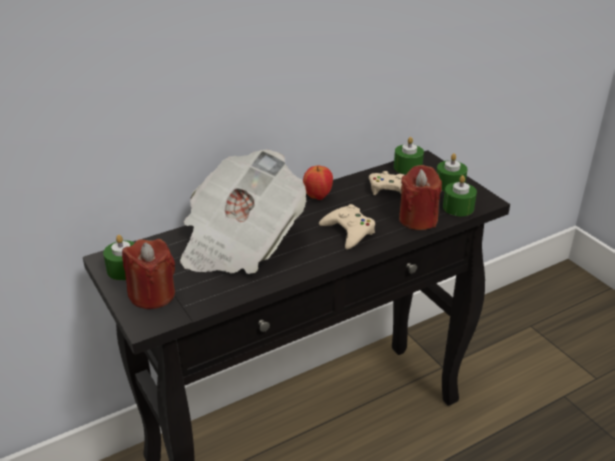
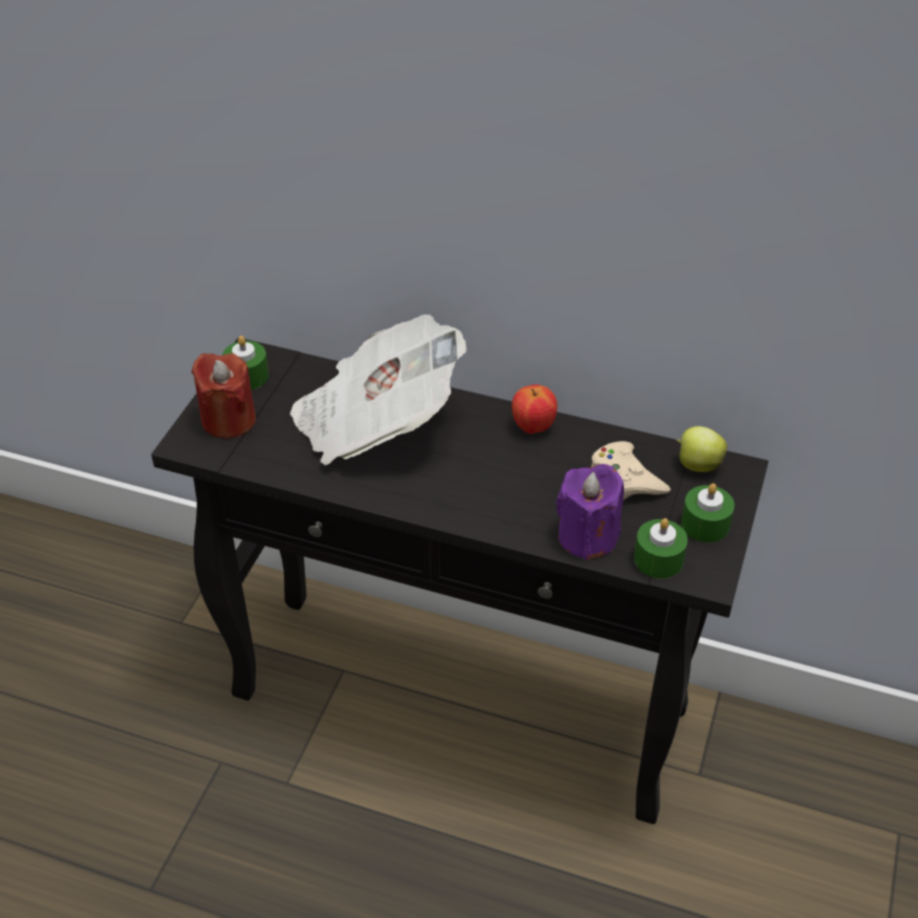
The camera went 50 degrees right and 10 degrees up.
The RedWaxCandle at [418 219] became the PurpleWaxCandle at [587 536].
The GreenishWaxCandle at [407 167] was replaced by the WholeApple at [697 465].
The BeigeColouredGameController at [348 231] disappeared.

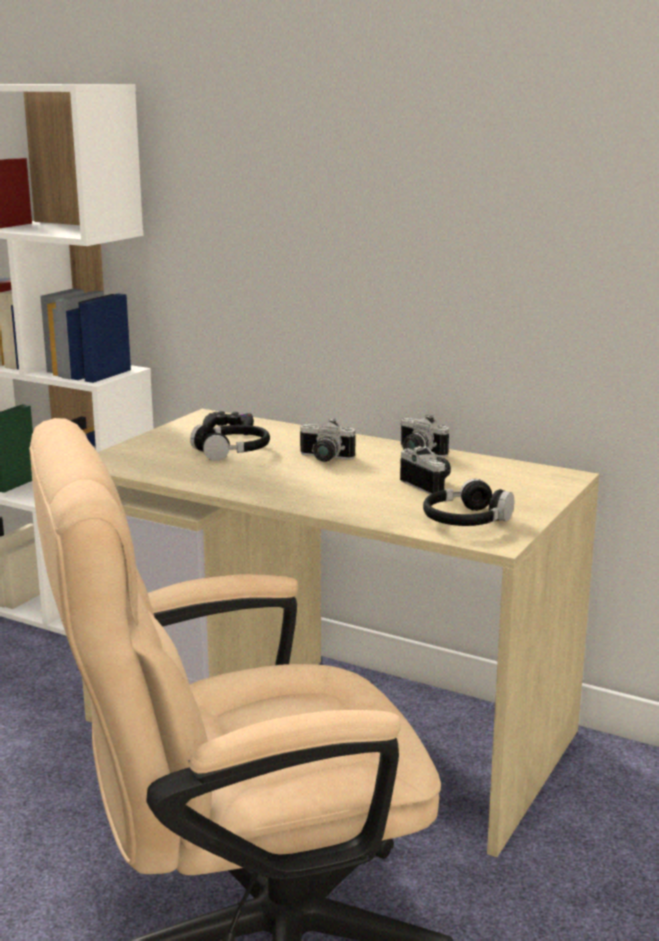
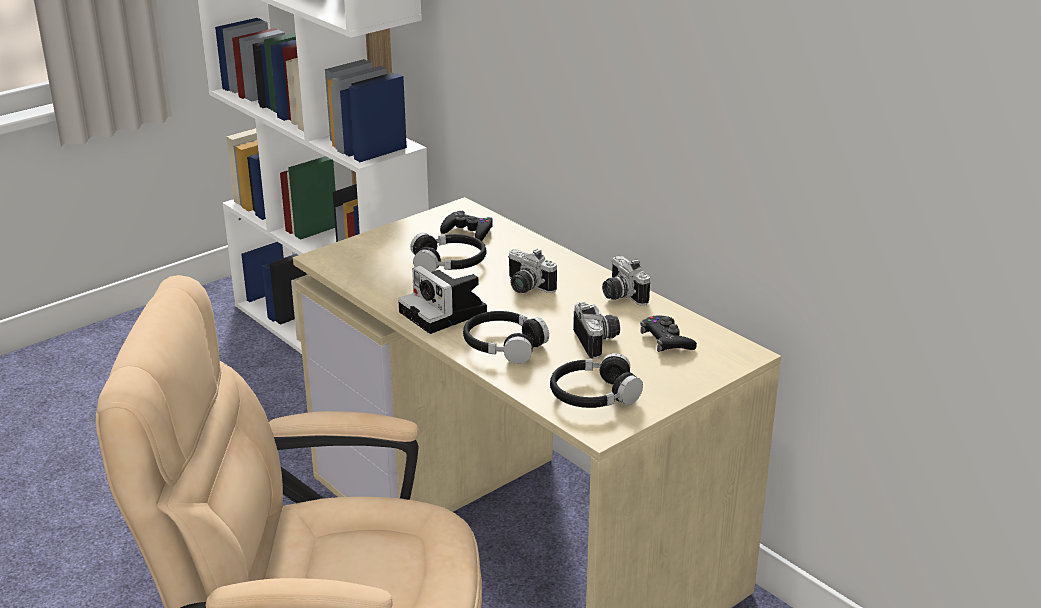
The camera went 20 degrees right and 10 degrees up.
The PhotoCamera at [446 313] appeared.
The BlackHeadphones at [503 345] appeared.
The BlackGameController at [666 340] appeared.

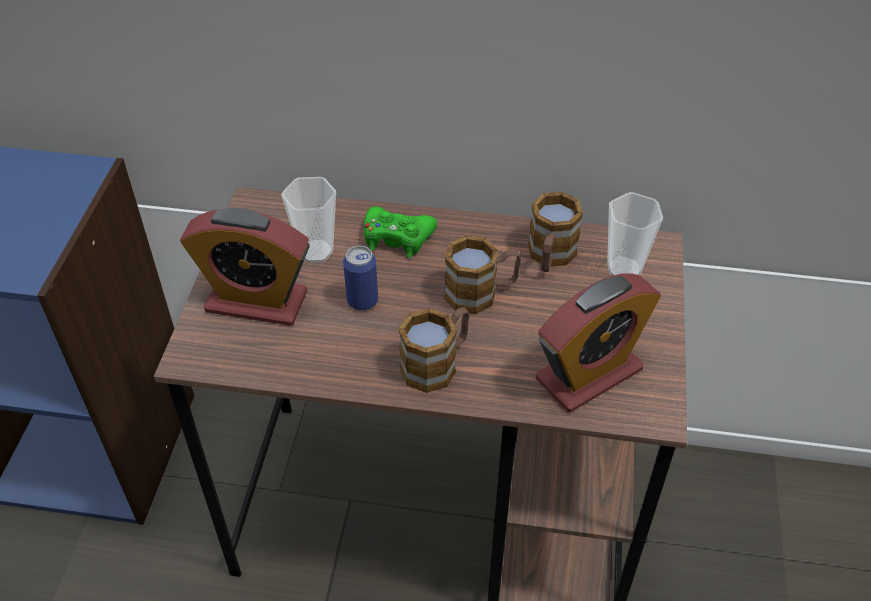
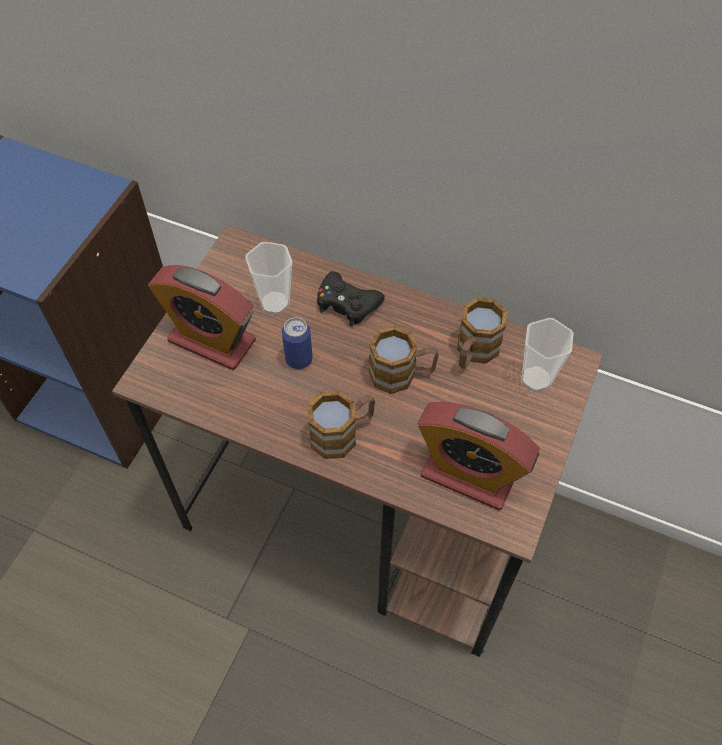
The camera went 15 degrees right and 10 degrees up.
The GreenishGameController at [397 237] became the BlackGameController at [347 304].
The TableClock at [589 374] turned 45 degrees clockwise.

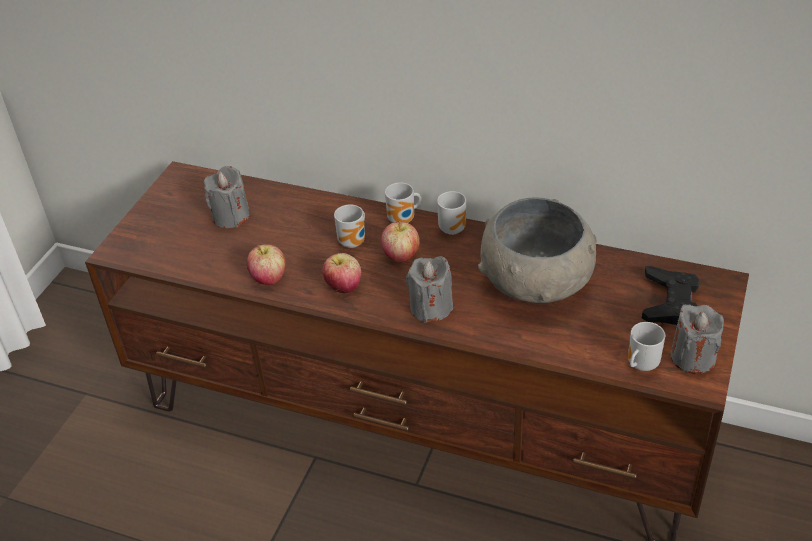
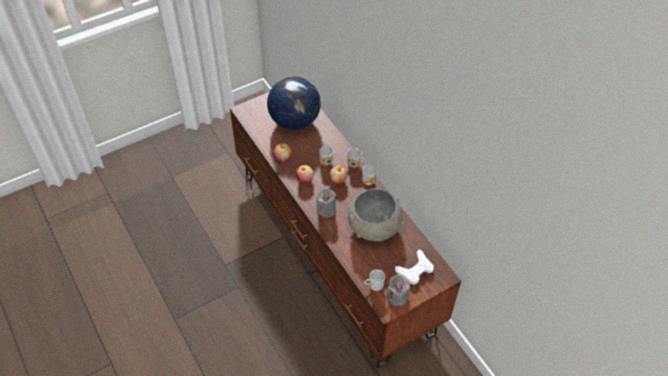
The camera went 35 degrees right and 10 degrees up.
The GreyWaxCandle at [230 216] was replaced by the Globe at [294 121].
The BlackGameController at [670 302] became the WhiteColouredGameController at [415 270].

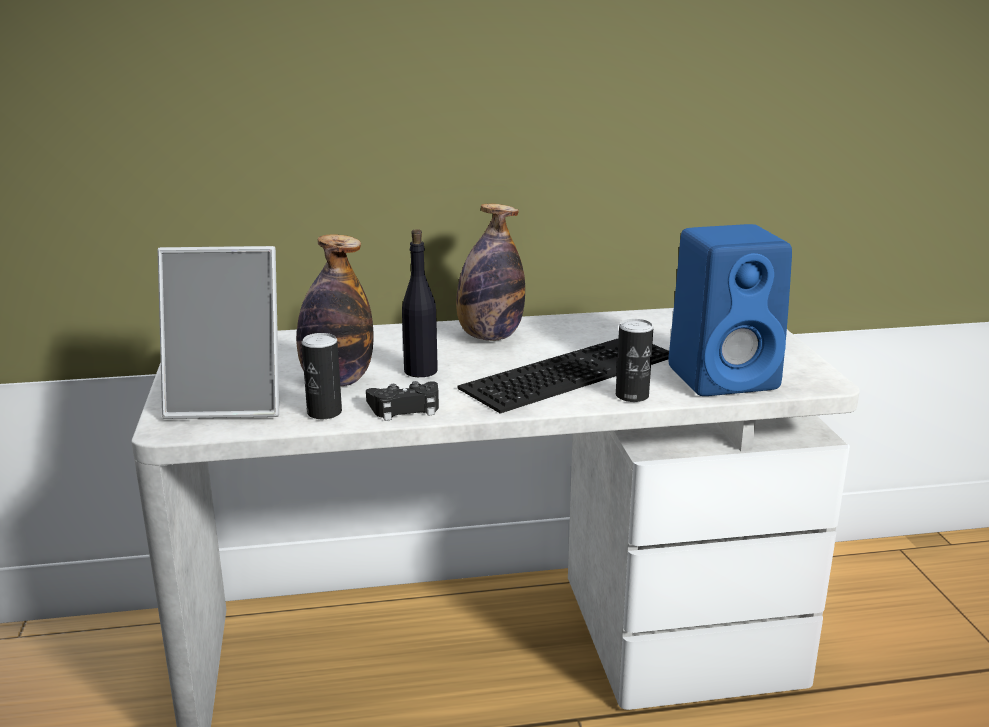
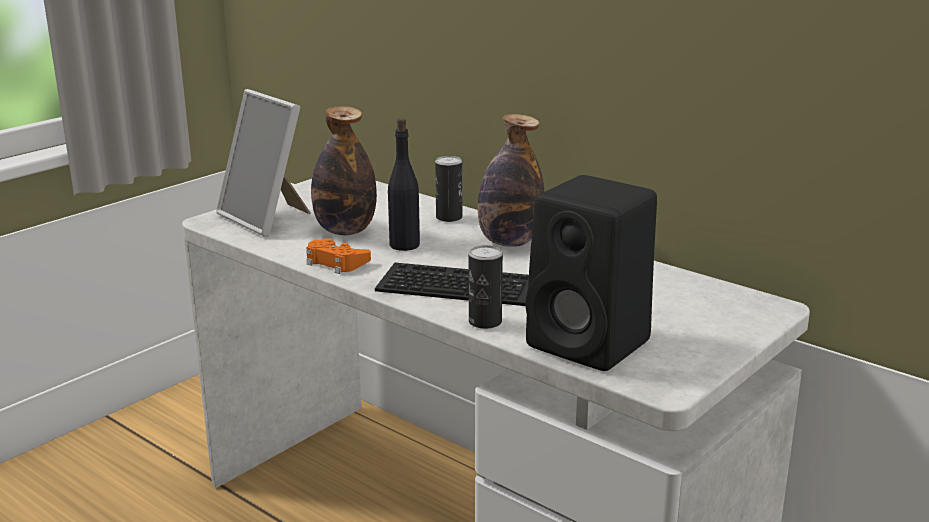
The camera went 50 degrees right and 0 degrees up.
The BlackGameController at [405 408] became the OrangeGameController at [336 262].
The SealedCan moved from [324 412] to [449 217].
The BlueColouredLoudspeaker at [725 377] became the BlackLoudspeaker at [592 344].

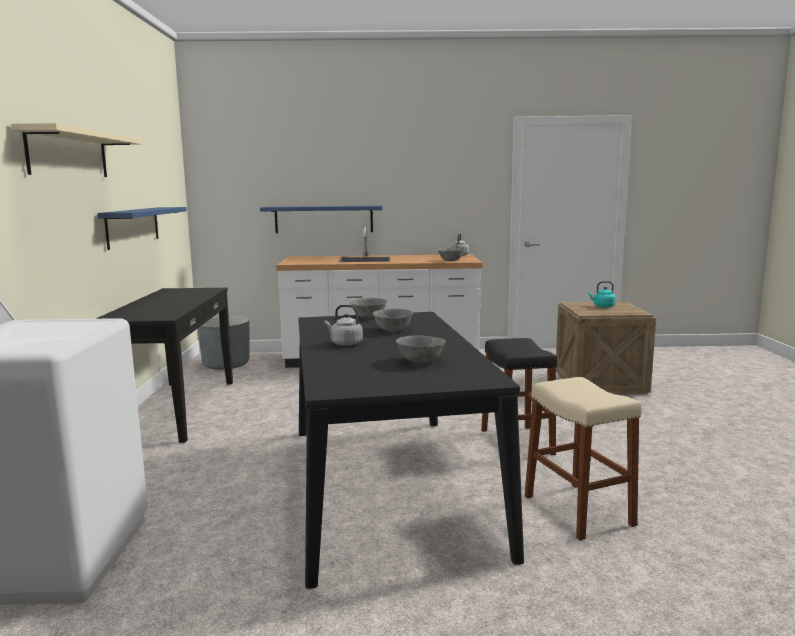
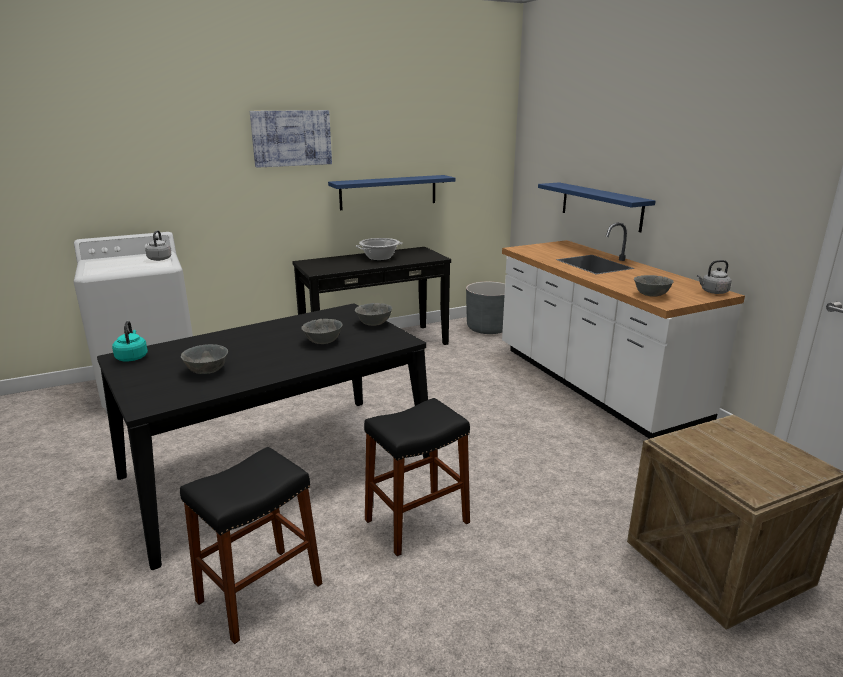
The camera went 65 degrees right and 10 degrees up.
The BlueGreenWaterKettle moved from [602 306] to [132 357].
The GreyWaterKettle moved from [345 343] to [160 259].
The BeigeColouredStoolSeat at [578 510] became the BlackStoolSeat at [260 592].
The BeigeColouredWallShelf at [69 154] was replaced by the WallArt at [291 138].
The Stockpot at [379 258] appeared.

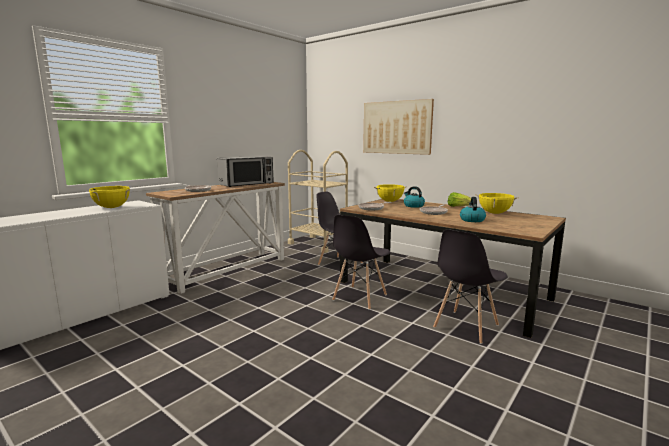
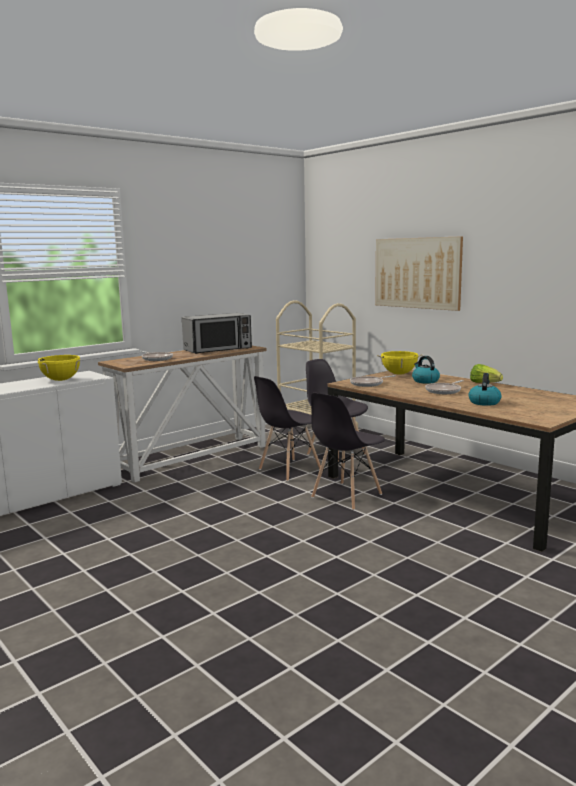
The camera went 10 degrees right and 0 degrees up.
The GreyChair moved from [465 327] to [289 470].
The YellowColouredStockpot at [494 213] disappeared.

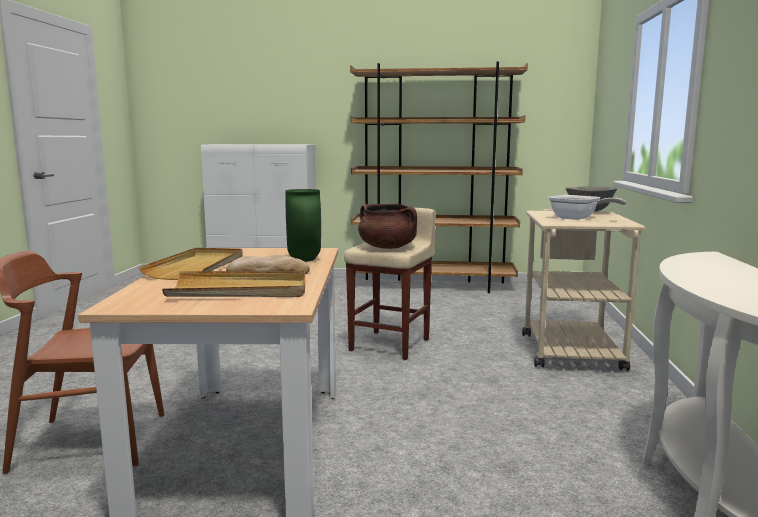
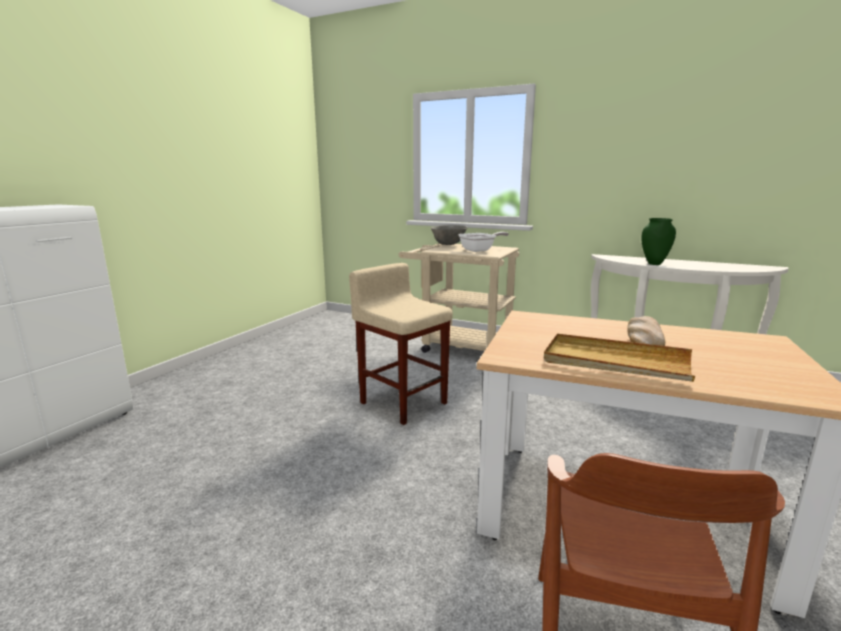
The camera went 70 degrees left and 5 degrees up.
The GreenishVase moved from [305 260] to [654 264].
The BeigeColouredServingTray at [239 290] disappeared.
The BrownColouredBookshelf at [434 286] disappeared.
The BrownColouredStockpot at [388 247] disappeared.

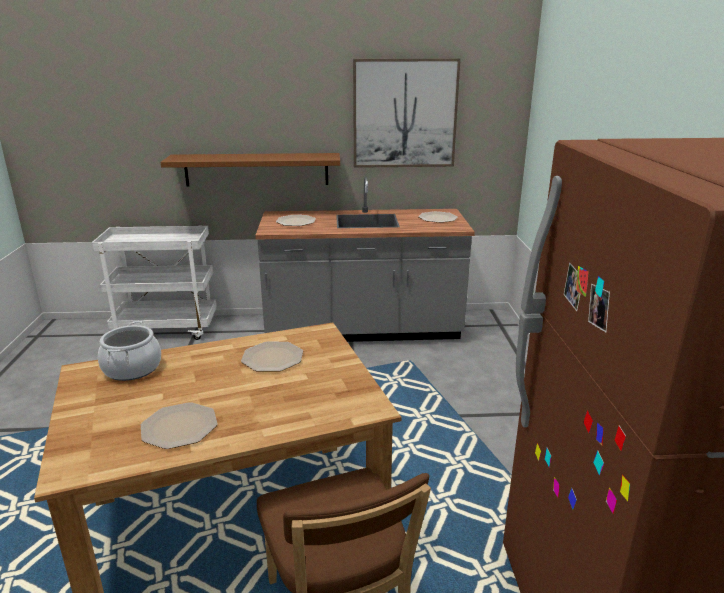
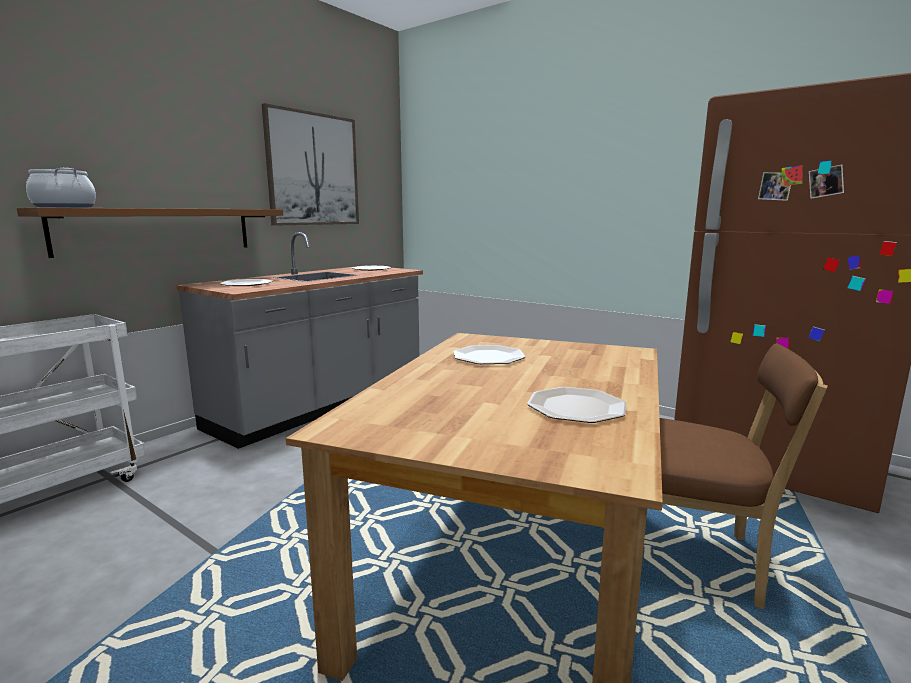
The camera went 50 degrees left and 10 degrees down.
The Stockpot moved from [132 368] to [65 207].

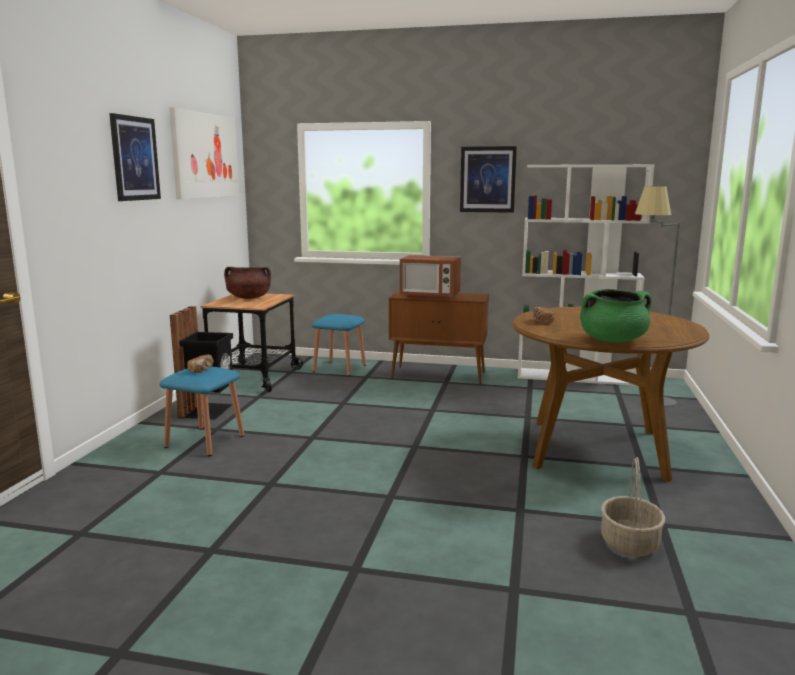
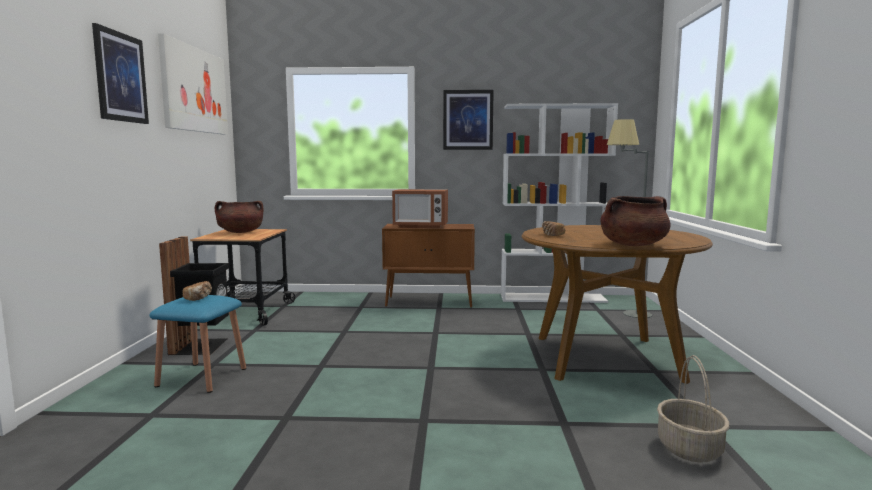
The camera went 10 degrees left and 5 degrees down.
The GreenishStockpot at [612 340] became the BrownColouredStockpot at [633 245].
The BlueColouredStoolSeat at [339 368] disappeared.

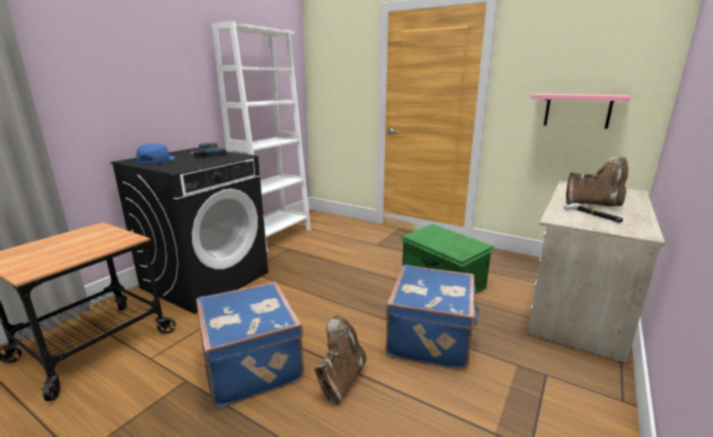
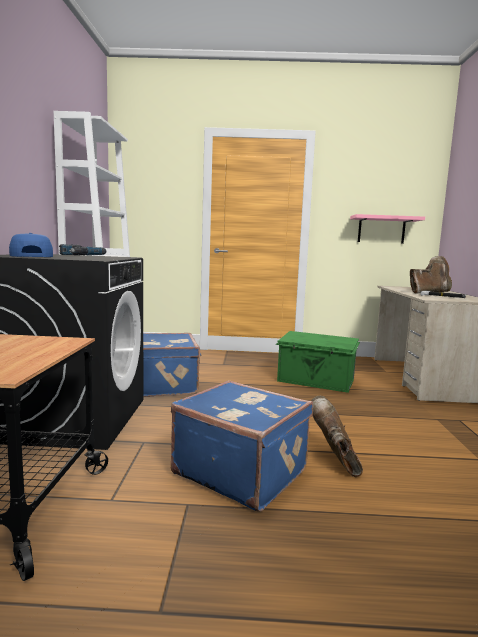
The camera went 30 degrees left and 10 degrees down.
The BlueColouredSuitcase moved from [432 338] to [166 384].

